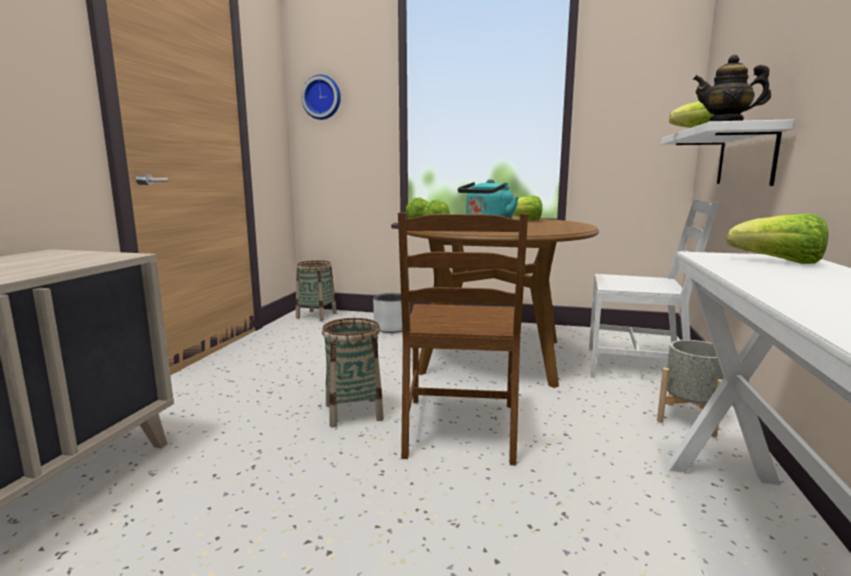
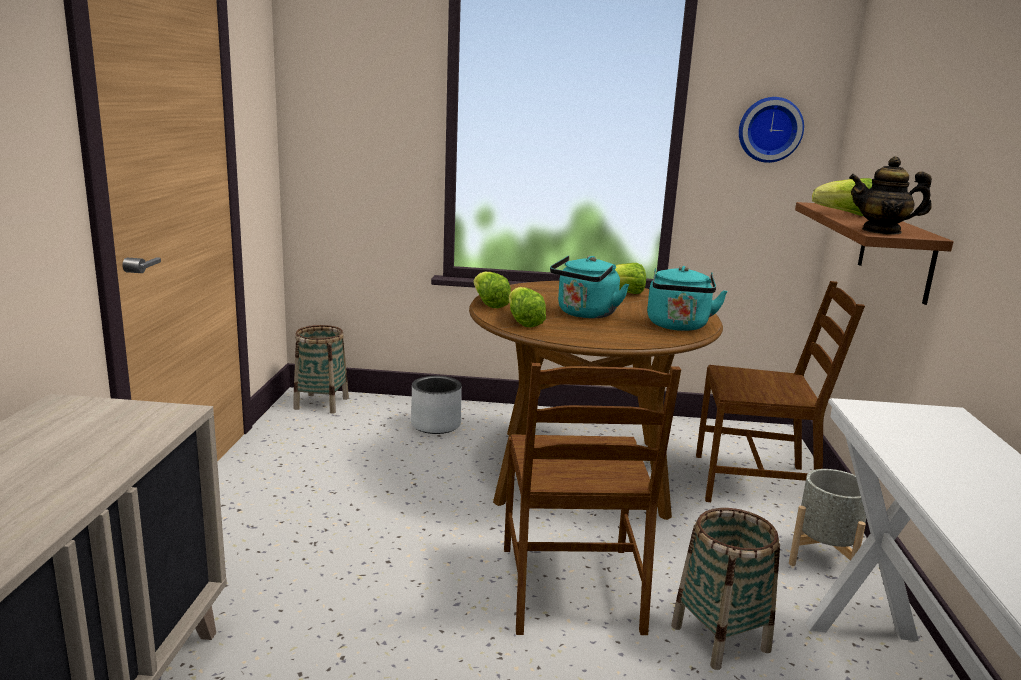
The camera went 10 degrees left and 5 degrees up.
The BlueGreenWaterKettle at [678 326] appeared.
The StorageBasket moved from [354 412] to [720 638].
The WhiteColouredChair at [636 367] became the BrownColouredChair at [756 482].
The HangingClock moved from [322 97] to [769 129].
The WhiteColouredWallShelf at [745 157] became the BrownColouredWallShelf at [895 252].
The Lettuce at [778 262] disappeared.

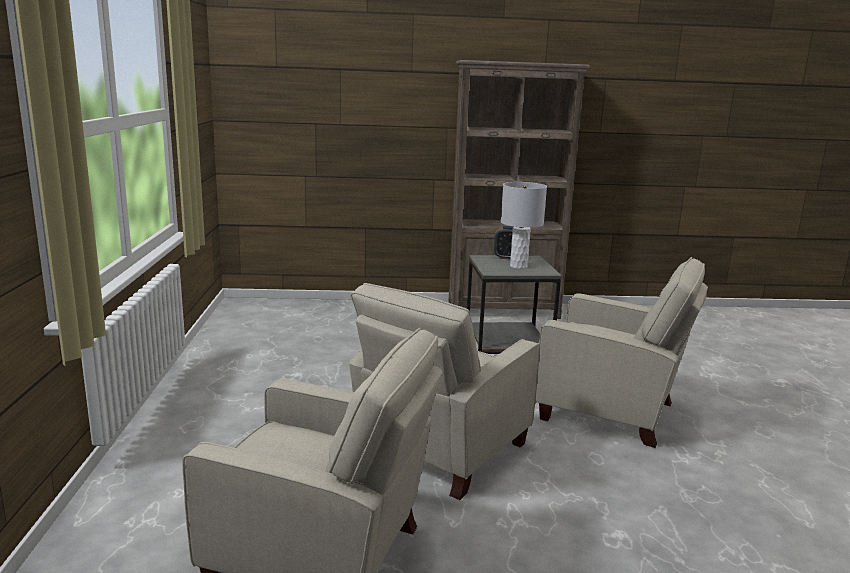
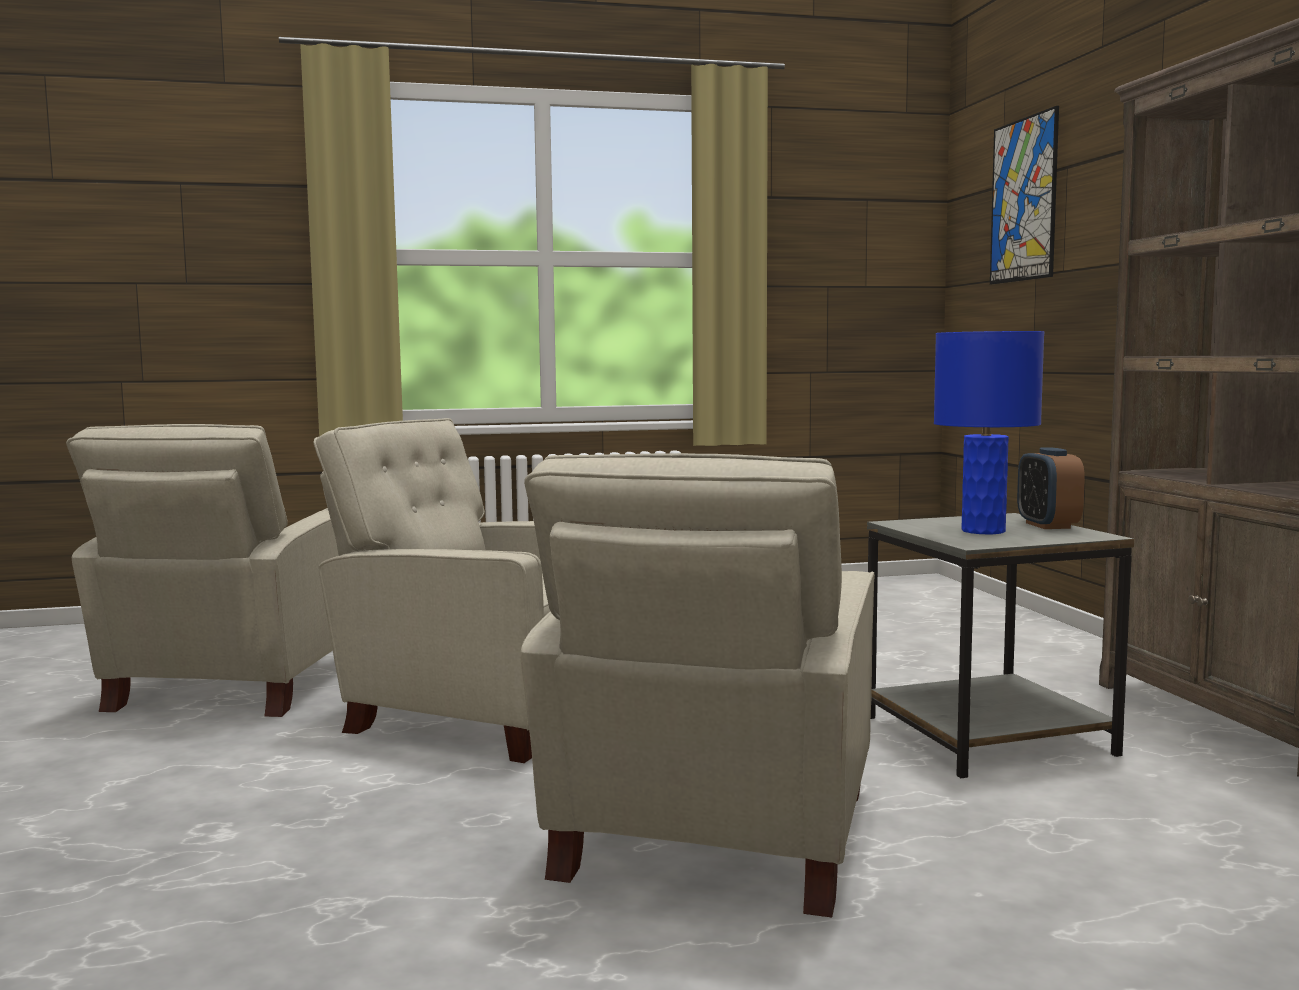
The camera went 80 degrees right and 10 degrees down.
The GreyTabletopLamp at [518 266] became the BlueColouredTabletopLamp at [982 531].
The WallArt at [1023 200] appeared.

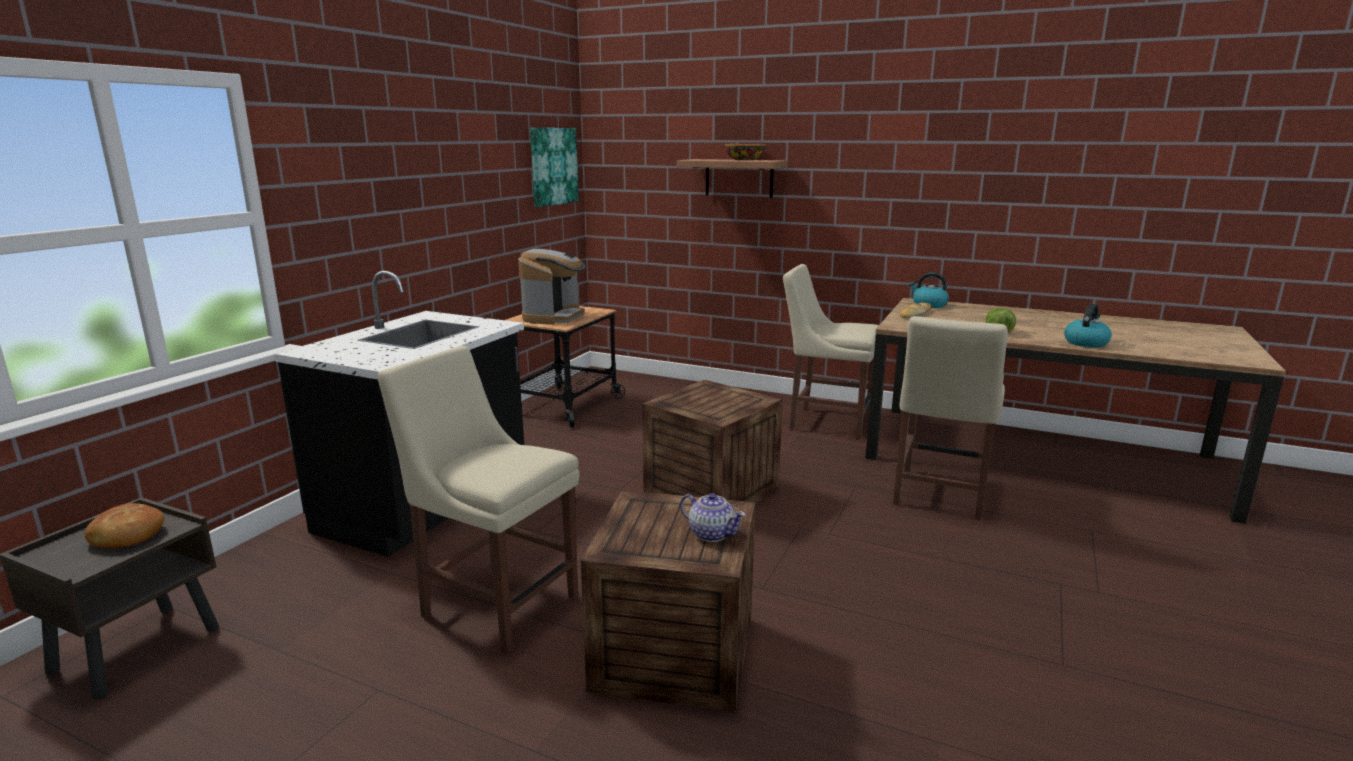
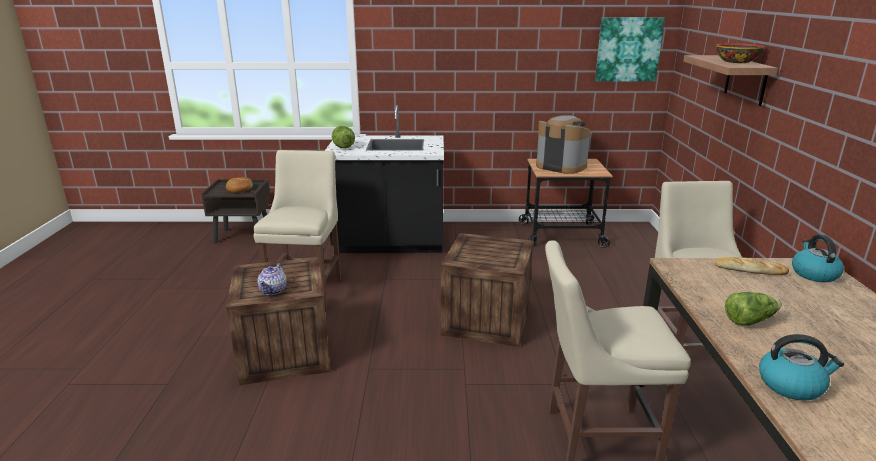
The camera went 65 degrees right and 5 degrees up.
The Lettuce at [343 147] appeared.
The CoffeeBrewer at [554 317] turned 135 degrees counterclockwise.

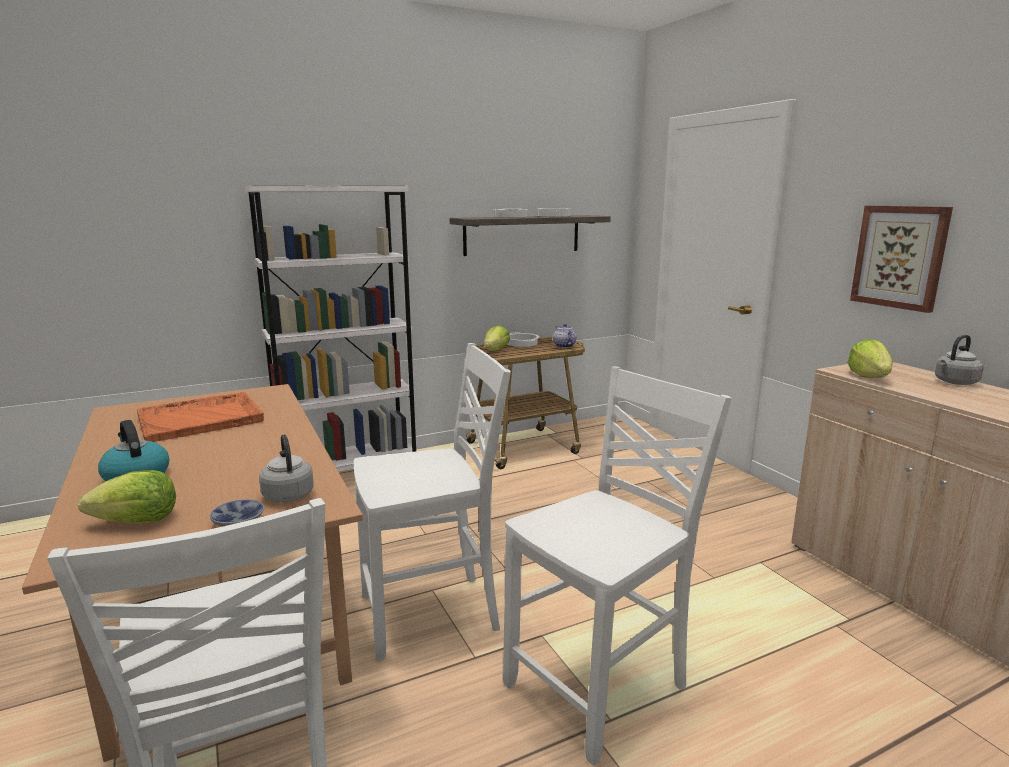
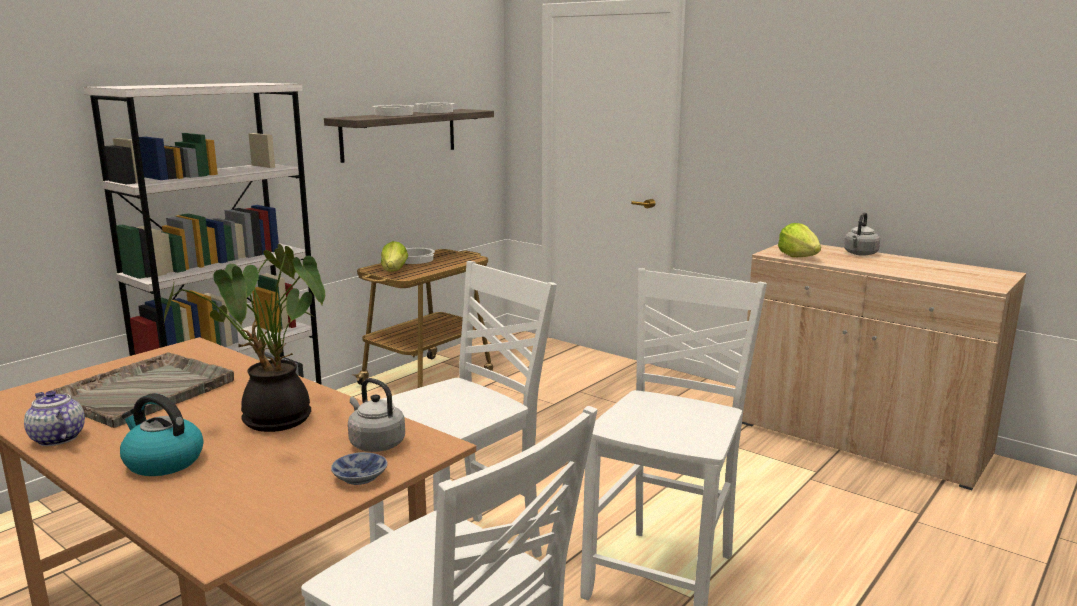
The camera went 25 degrees left and 0 degrees up.
The TeaPot moved from [563 346] to [57 438].
The OrangeServingTray at [201 419] became the GreyServingTray at [146 390].
The PlantInAPot at [270 421] appeared.
The Lettuce at [137 521] disappeared.
The WallArt at [900 257] disappeared.

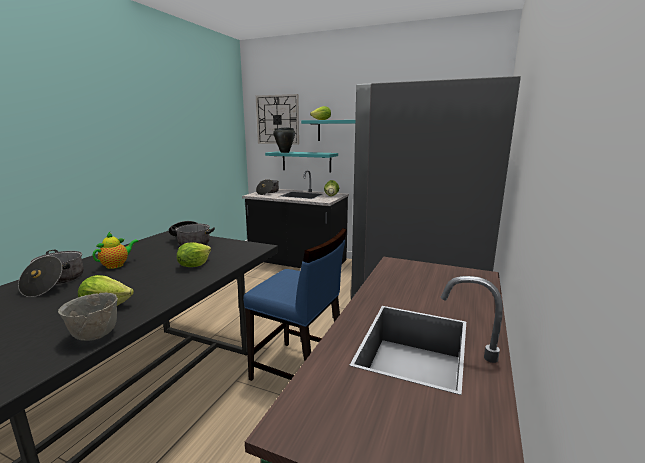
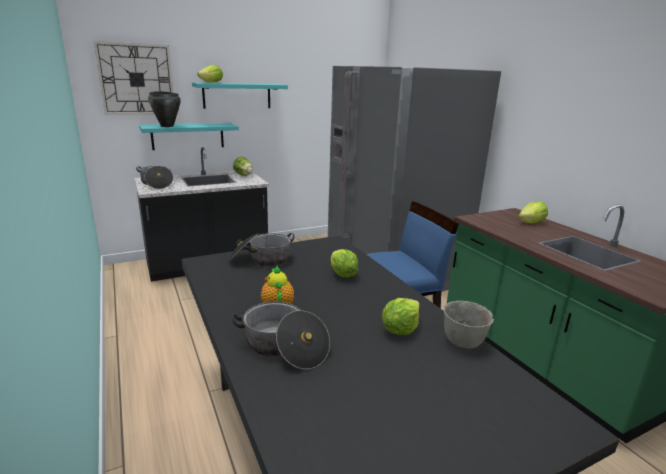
The camera went 50 degrees left and 5 degrees up.
The Lettuce at [531 223] appeared.

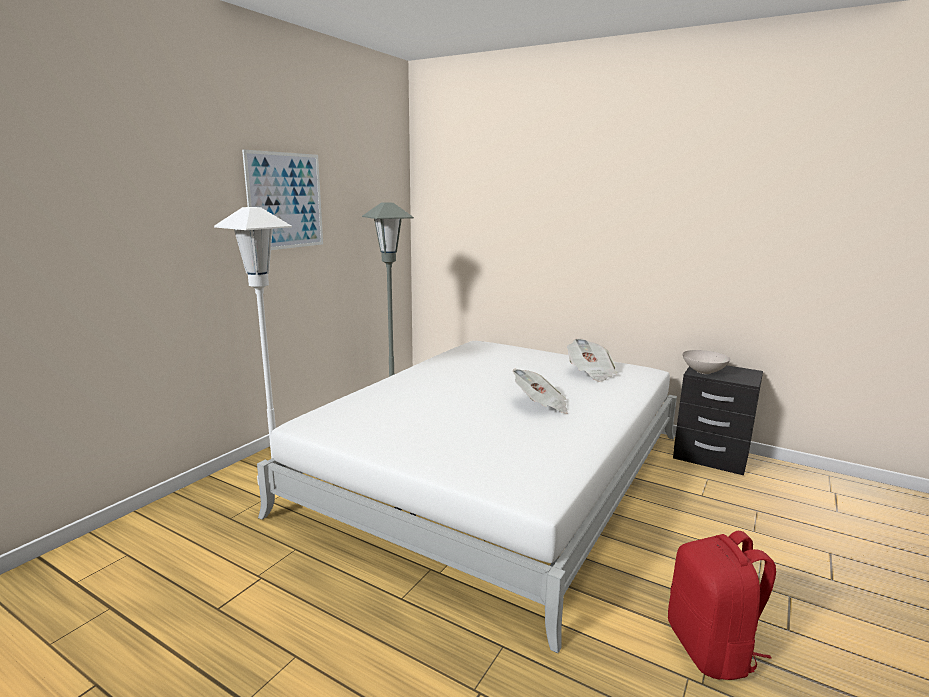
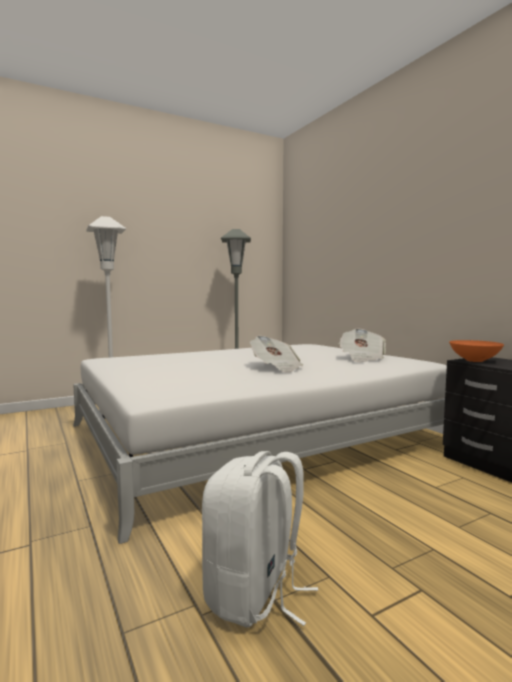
The camera went 30 degrees right and 10 degrees down.
The RedRucksack at [711 649] became the WhiteColouredRucksack at [255 594].
The WhiteColouredDeepDish at [704 372] became the OrangeDeepDish at [475 361].
The WallArt at [285 201] disappeared.

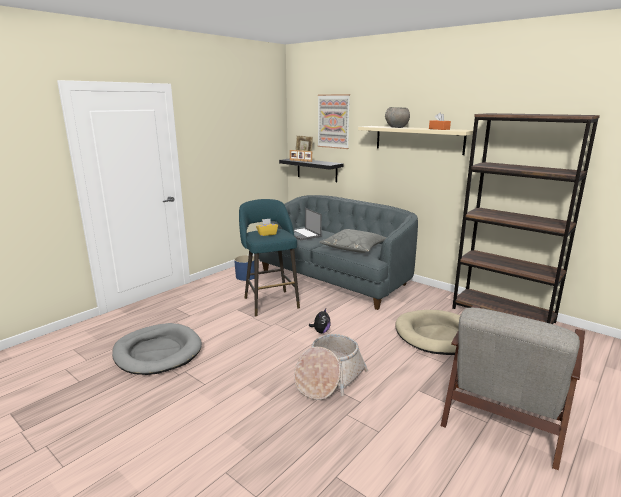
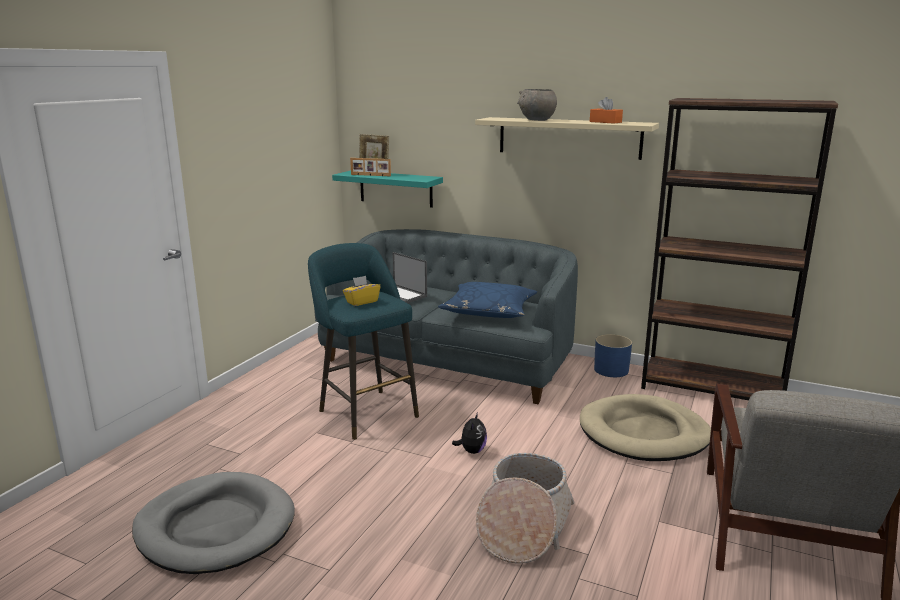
The camera went 15 degrees left and 0 degrees up.
The BlackWallShelf at [317 170] became the BlueGreenWallShelf at [396 188].
The GreyThrowPillow at [354 247] became the BlueColouredThrowPillow at [489 310].
The BlueColouredPlantPot moved from [246 276] to [611 370].
The WallArt at [333 121] disappeared.

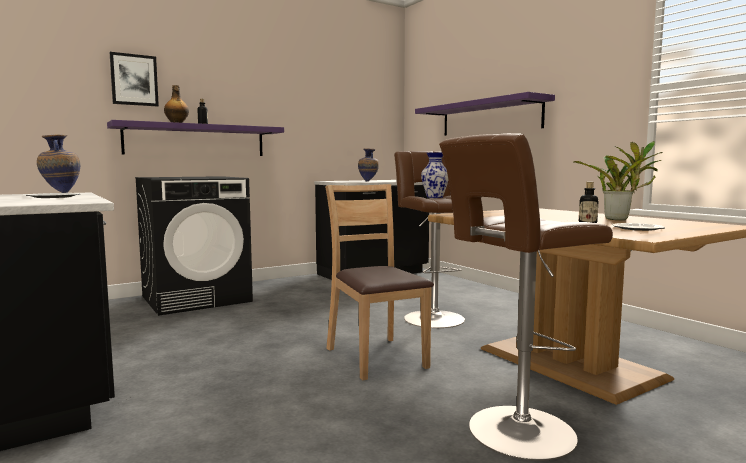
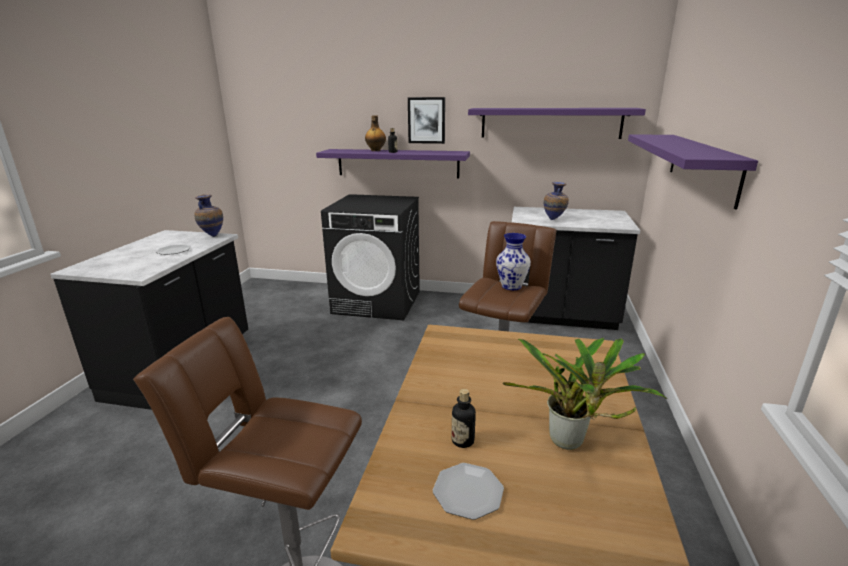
The camera went 45 degrees right and 15 degrees up.
The WallArt moved from [134 80] to [426 120].
The PurpleWallShelf at [550 123] appeared.
The BrownColouredChair at [376 357] disappeared.

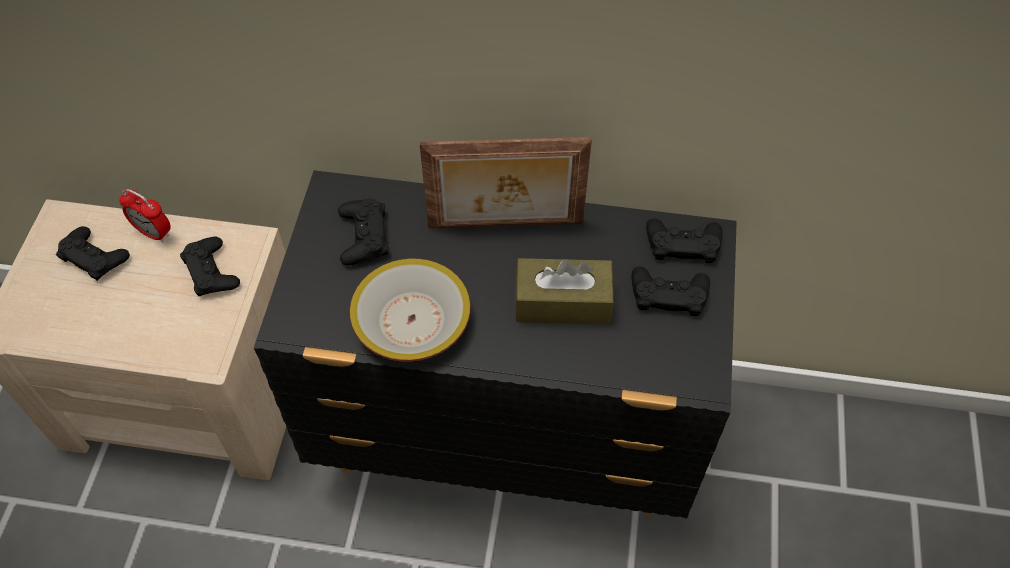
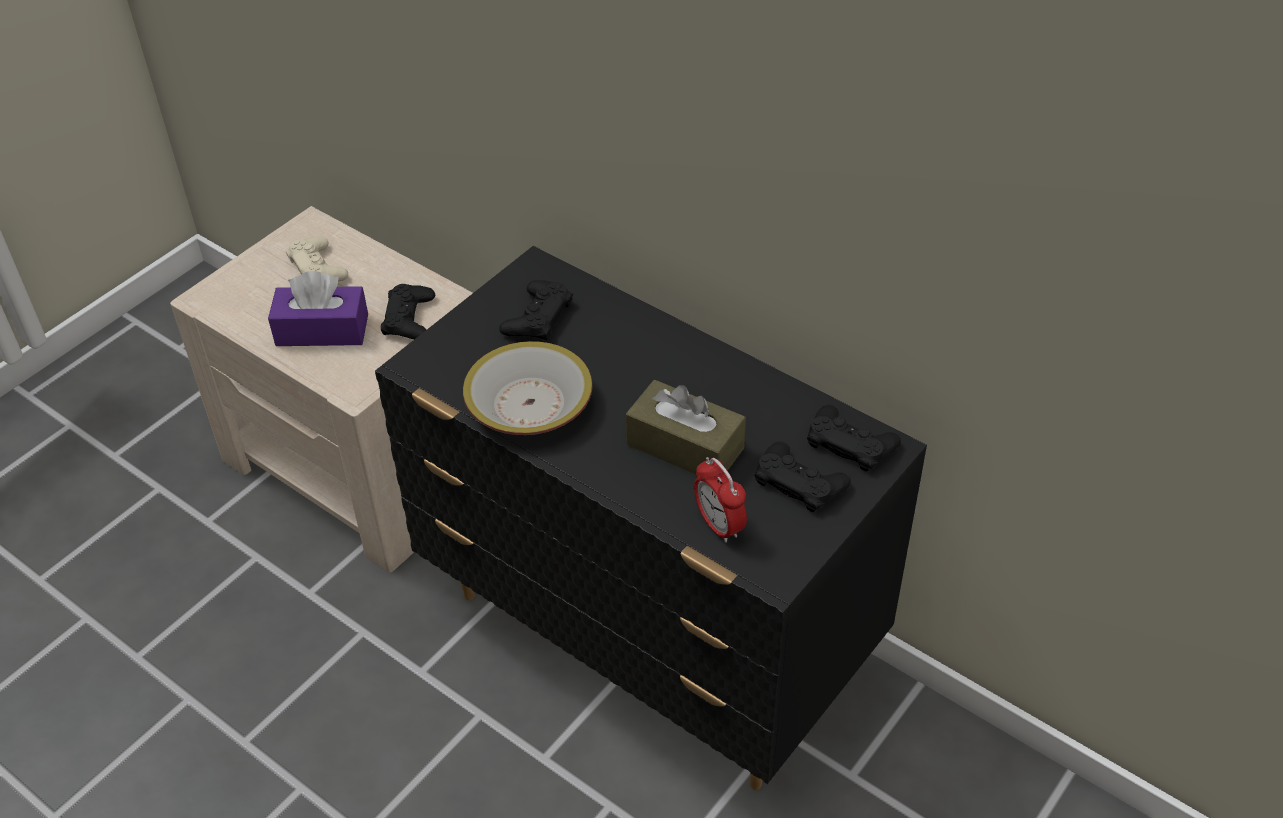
The camera went 30 degrees right and 10 degrees down.
The PurpleBoxOfTissues at [322 330] appeared.
The BlackGameController at [94 257] became the BeigeColouredGameController at [317 268].
The TableClock moved from [154 233] to [719 525].
The PhotoFrame at [505 227] disappeared.

